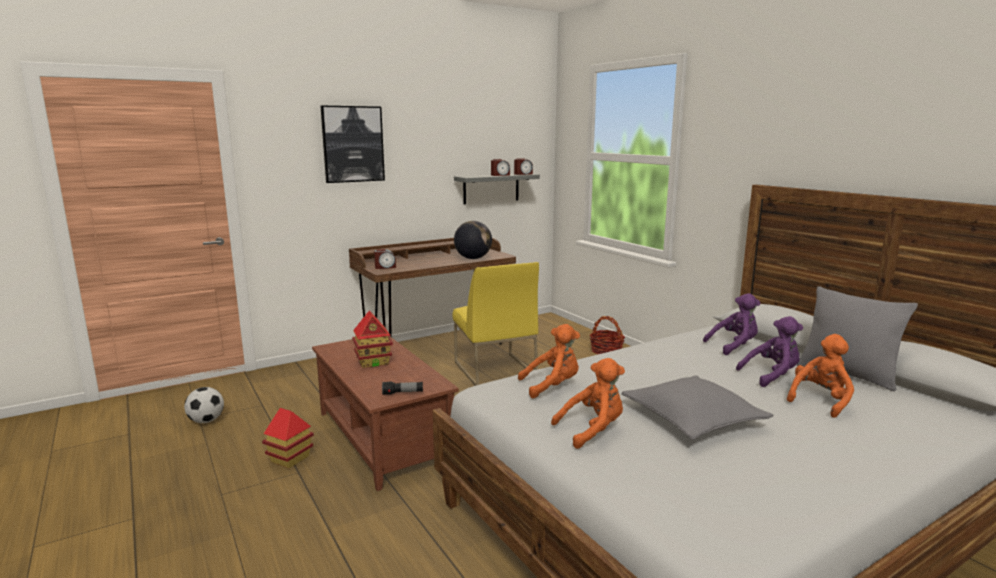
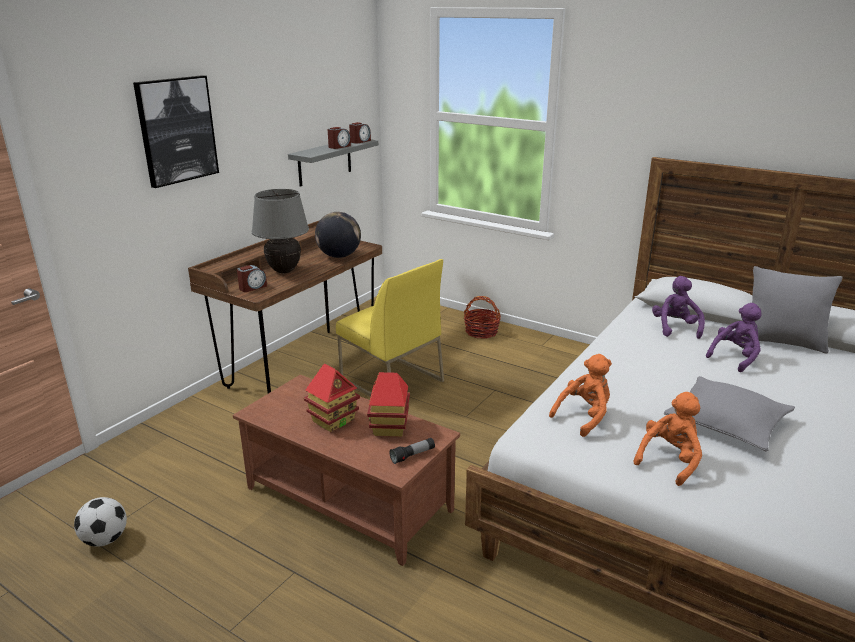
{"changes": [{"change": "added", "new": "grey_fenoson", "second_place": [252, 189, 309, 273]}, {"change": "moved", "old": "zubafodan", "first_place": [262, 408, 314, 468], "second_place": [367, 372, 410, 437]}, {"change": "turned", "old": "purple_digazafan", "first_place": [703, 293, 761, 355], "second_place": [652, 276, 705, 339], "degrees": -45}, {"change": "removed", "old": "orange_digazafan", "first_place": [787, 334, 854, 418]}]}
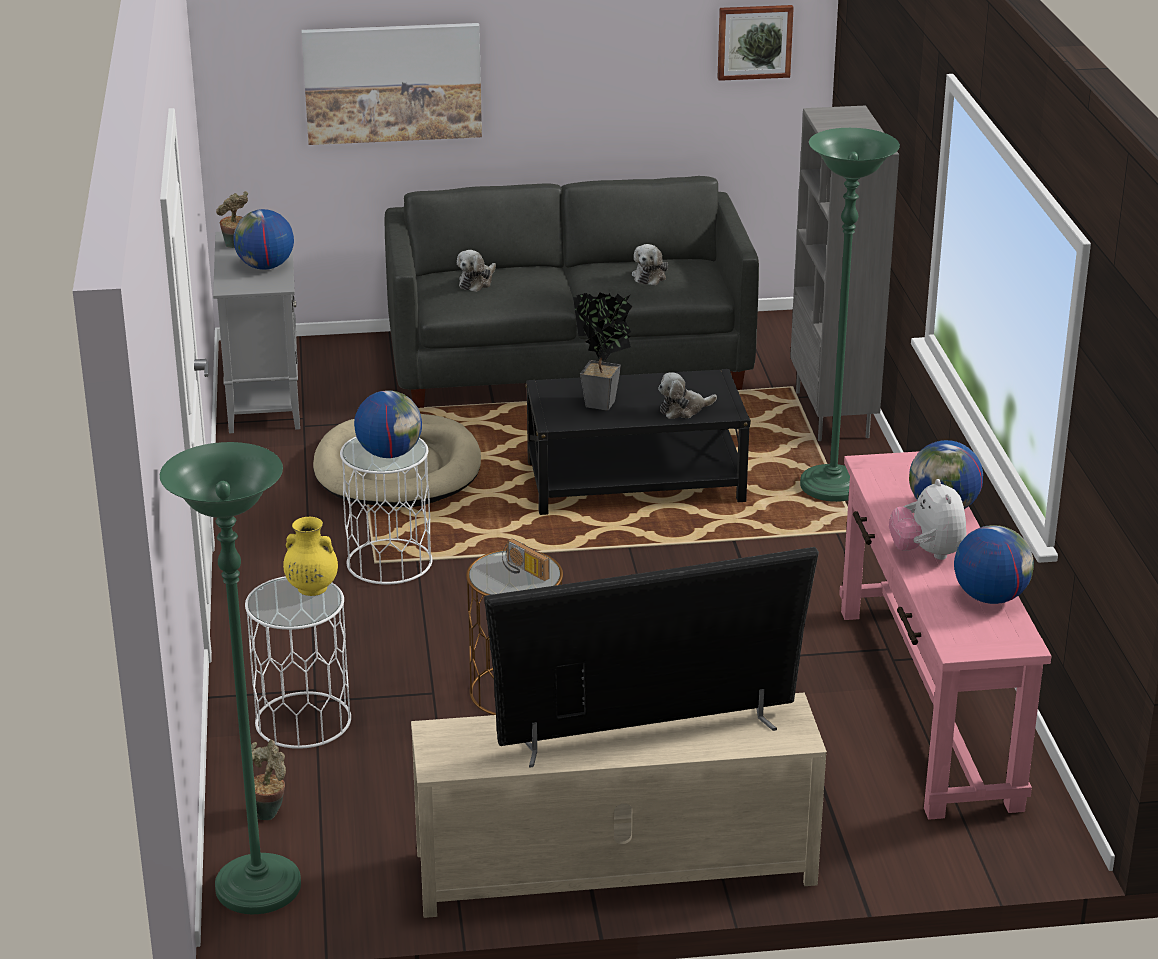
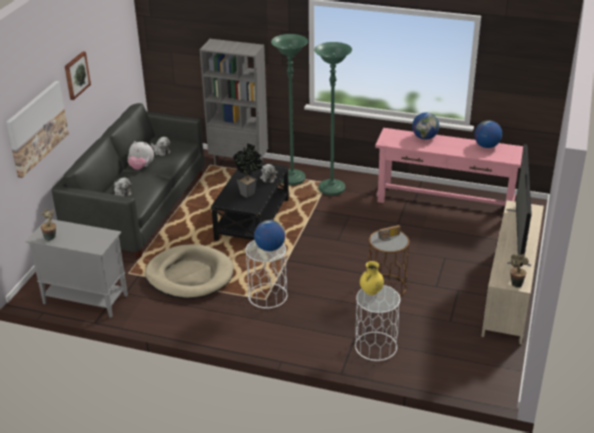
{"changes": [{"change": "moved", "old": "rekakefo", "first_place": [717, 5, 794, 81], "second_place": [65, 51, 91, 100]}, {"change": "moved", "old": "digazafan", "first_place": [889, 479, 966, 560], "second_place": [128, 141, 154, 170]}, {"change": "moved", "old": "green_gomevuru", "first_place": [160, 442, 301, 914], "second_place": [314, 42, 352, 196]}, {"change": "moved", "old": "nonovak", "first_place": [251, 740, 286, 821], "second_place": [510, 254, 529, 288]}, {"change": "removed", "old": "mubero", "first_place": [233, 209, 294, 270]}]}
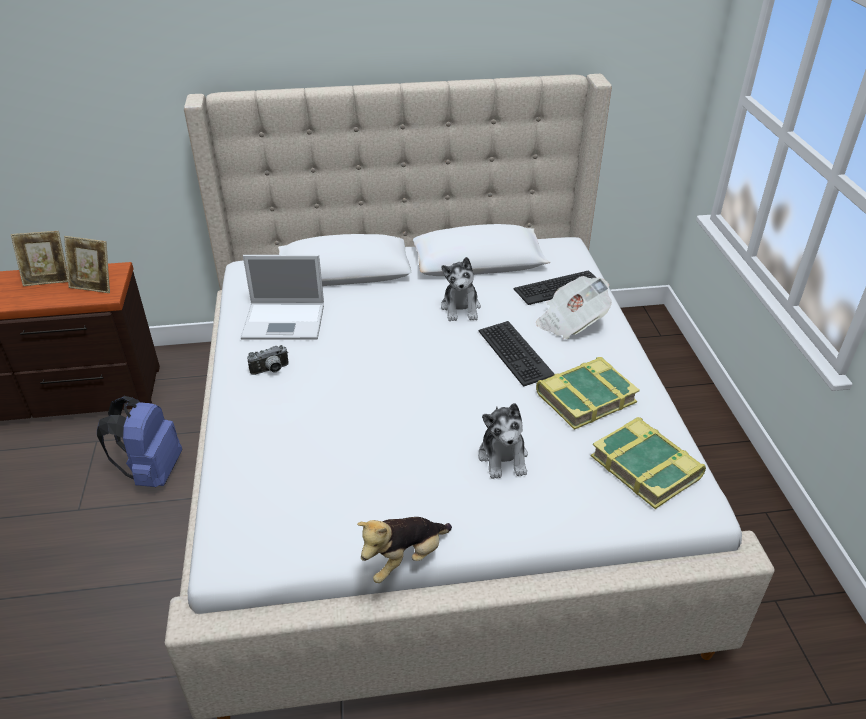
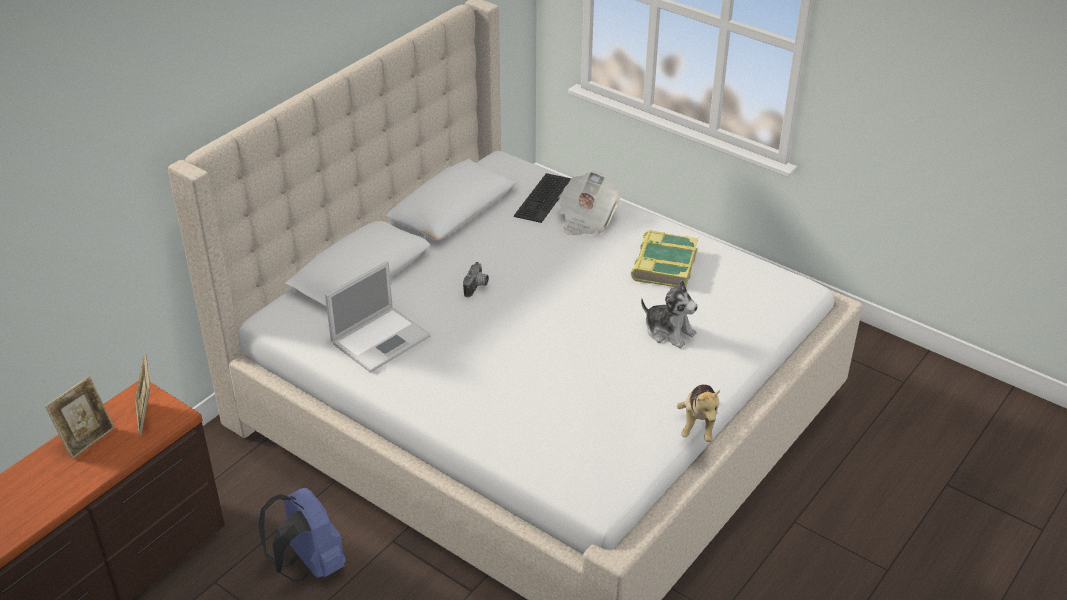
{"changes": [{"change": "turned", "old": "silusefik", "first_place": [64, 236, 110, 293], "second_place": [135, 353, 150, 436], "degrees": 105}, {"change": "moved", "old": "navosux", "first_place": [247, 345, 289, 375], "second_place": [463, 262, 489, 297]}, {"change": "removed", "old": "digazafan", "first_place": [441, 257, 481, 321]}, {"change": "removed", "old": "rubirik", "first_place": [479, 321, 554, 387]}, {"change": "removed", "old": "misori", "first_place": [591, 417, 706, 509]}]}
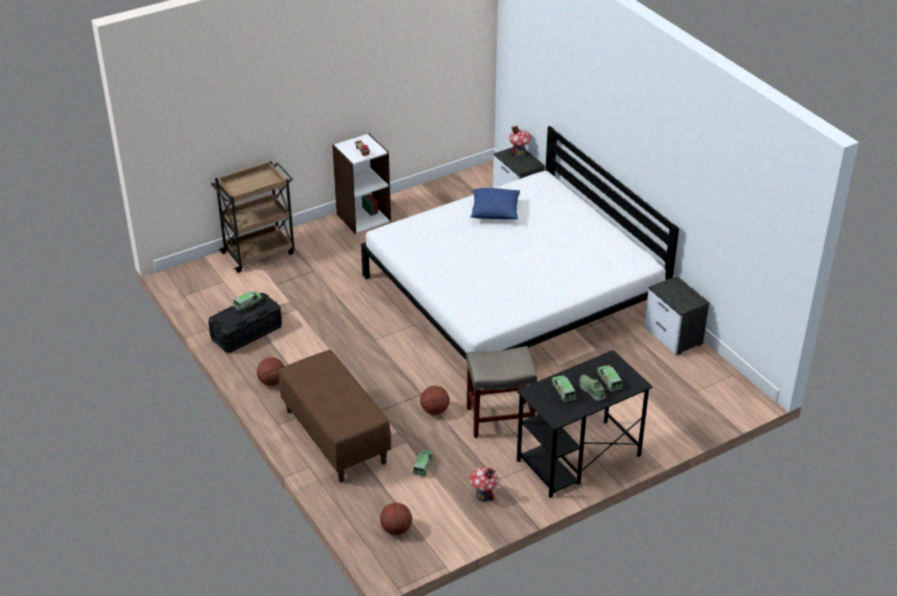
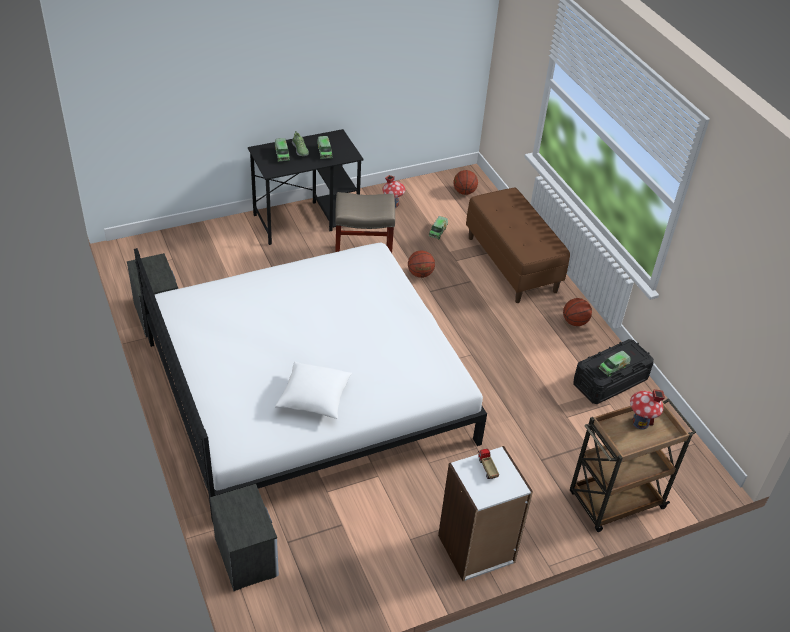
{"changes": [{"change": "recoloured", "old": "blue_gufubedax", "new": "white_gufubedax", "first_place": [470, 188, 520, 220], "second_place": [275, 362, 352, 419]}, {"change": "moved", "old": "zubafodan", "first_place": [509, 126, 532, 157], "second_place": [630, 389, 665, 429]}]}
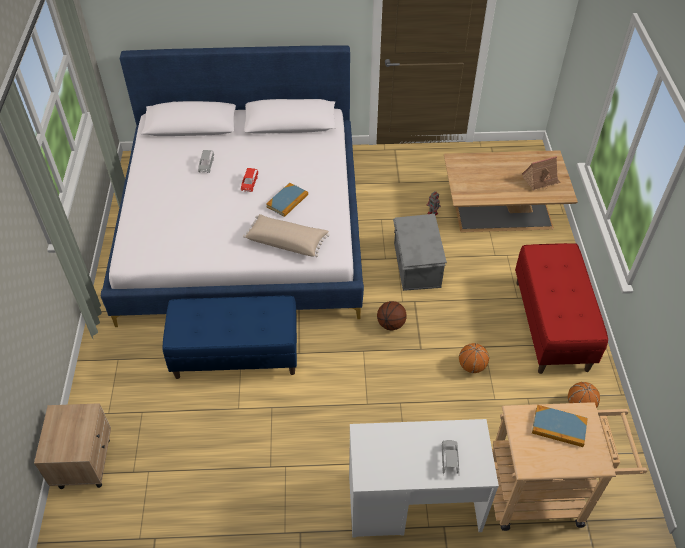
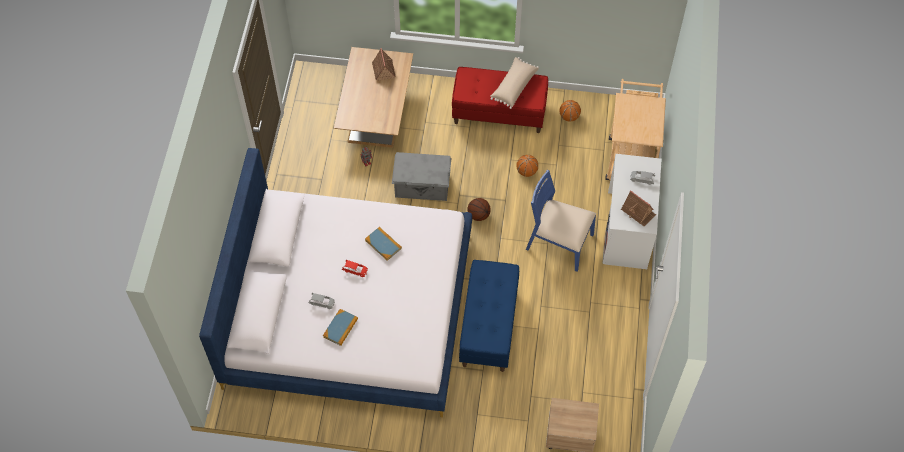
{"changes": [{"change": "moved", "old": "misori", "first_place": [532, 405, 588, 447], "second_place": [323, 309, 358, 346]}, {"change": "moved", "old": "beige_gufubedax", "first_place": [243, 214, 330, 257], "second_place": [490, 57, 539, 109]}, {"change": "added", "new": "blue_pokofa", "second_place": [526, 170, 596, 272]}, {"change": "added", "new": "zubafodan", "second_place": [621, 190, 656, 227]}]}
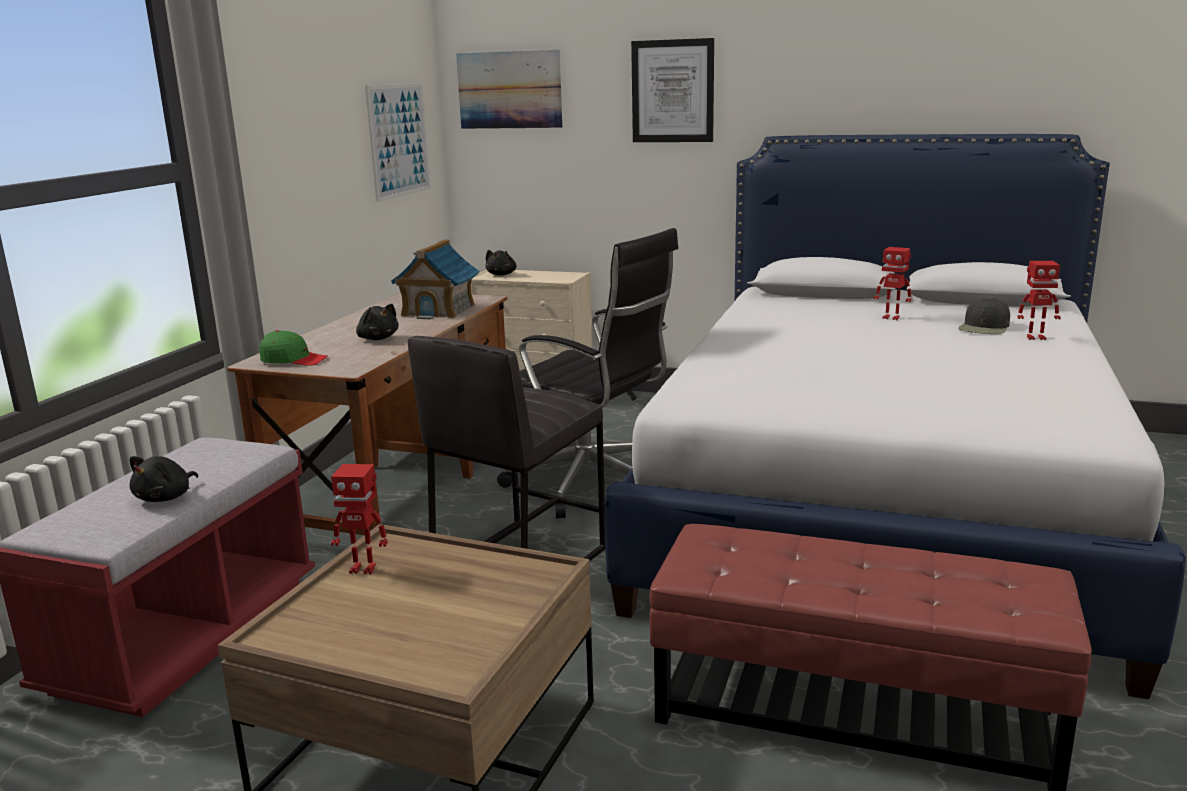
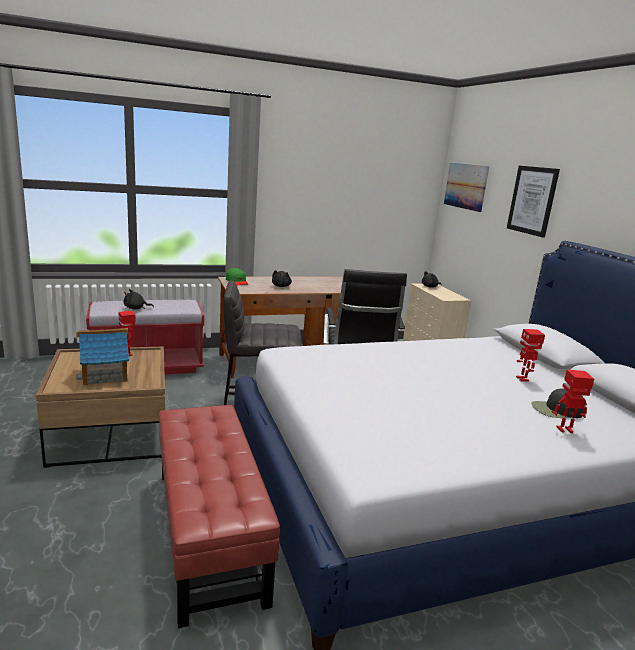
{"changes": [{"change": "moved", "old": "zubafodan", "first_place": [391, 240, 479, 319], "second_place": [76, 328, 129, 386]}, {"change": "turned", "old": "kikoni", "first_place": [1017, 261, 1061, 340], "second_place": [552, 370, 594, 433], "degrees": 120}, {"change": "removed", "old": "rekakefo", "first_place": [365, 83, 431, 202]}]}
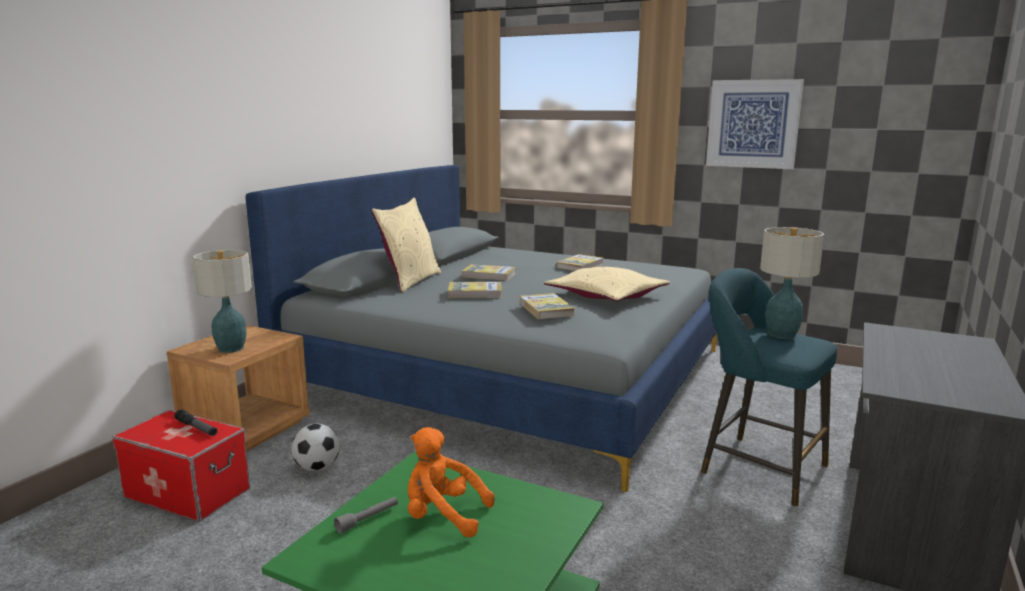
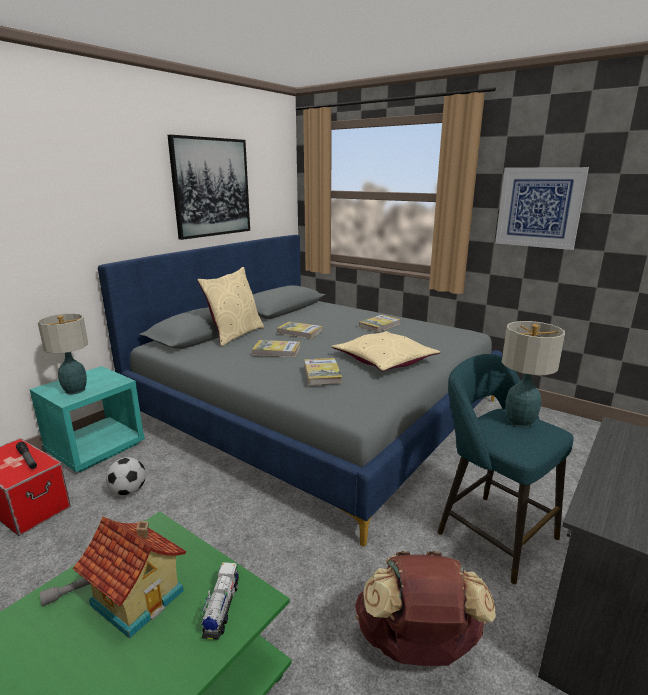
{"changes": [{"change": "recoloured", "old": "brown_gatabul", "new": "turquoise_gatabul", "first_place": [167, 325, 310, 452], "second_place": [30, 366, 145, 472]}, {"change": "replaced", "old": "orange_digazafan", "new": "zubafodan", "first_place": [408, 427, 495, 537], "second_place": [72, 516, 186, 639]}, {"change": "added", "new": "rekakefo", "second_place": [167, 135, 250, 240]}, {"change": "added", "new": "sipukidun", "second_place": [201, 562, 239, 640]}, {"change": "added", "new": "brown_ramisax", "second_place": [355, 551, 496, 666]}]}
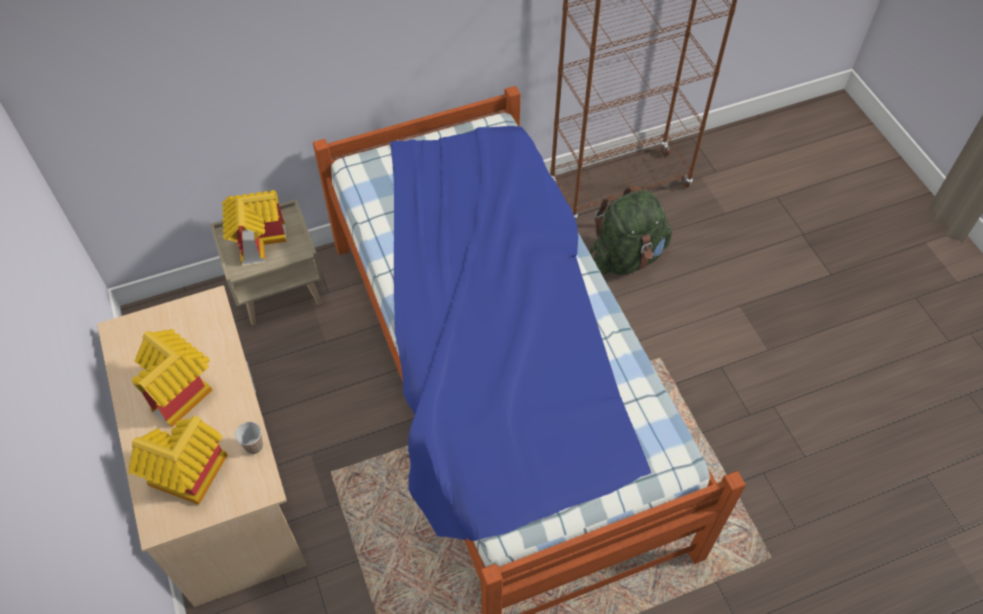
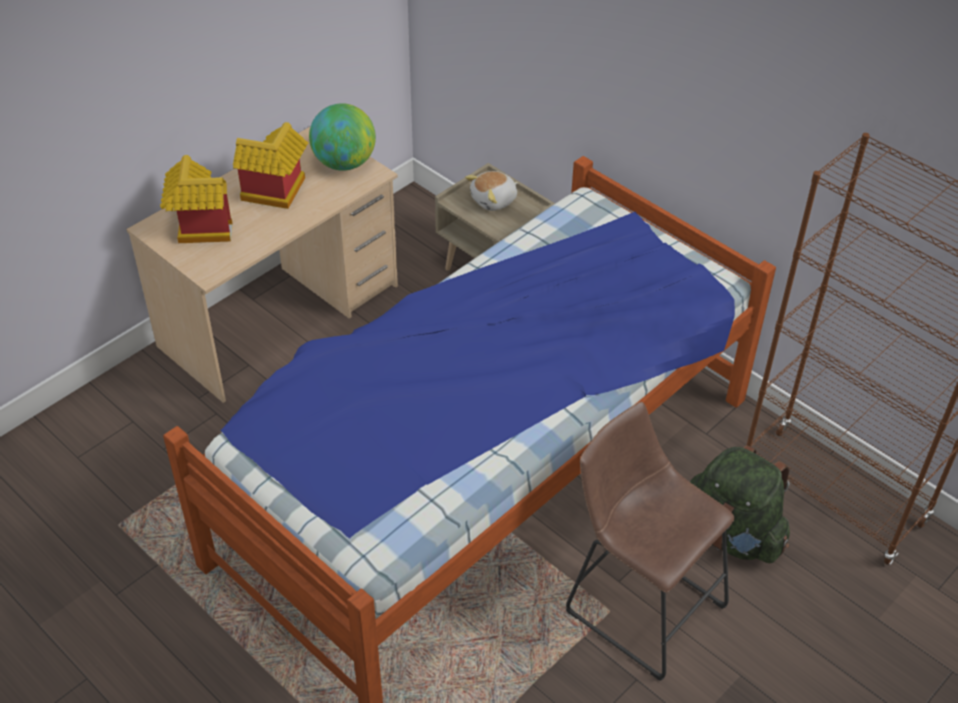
{"changes": [{"change": "added", "new": "mubero", "second_place": [309, 103, 376, 171]}, {"change": "replaced", "old": "zubafodan", "new": "digazafan", "first_place": [222, 190, 287, 266], "second_place": [465, 171, 518, 211]}, {"change": "added", "new": "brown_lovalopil", "second_place": [566, 402, 734, 681]}, {"change": "removed", "old": "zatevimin", "first_place": [235, 422, 263, 454]}]}
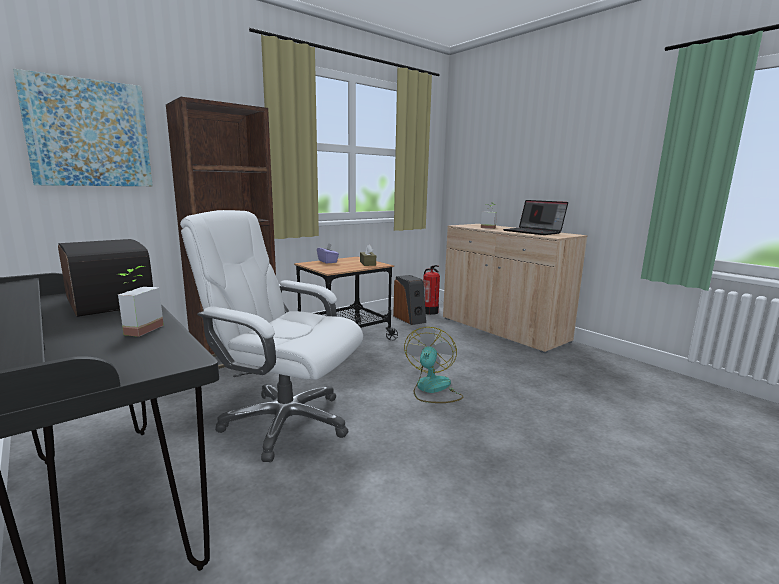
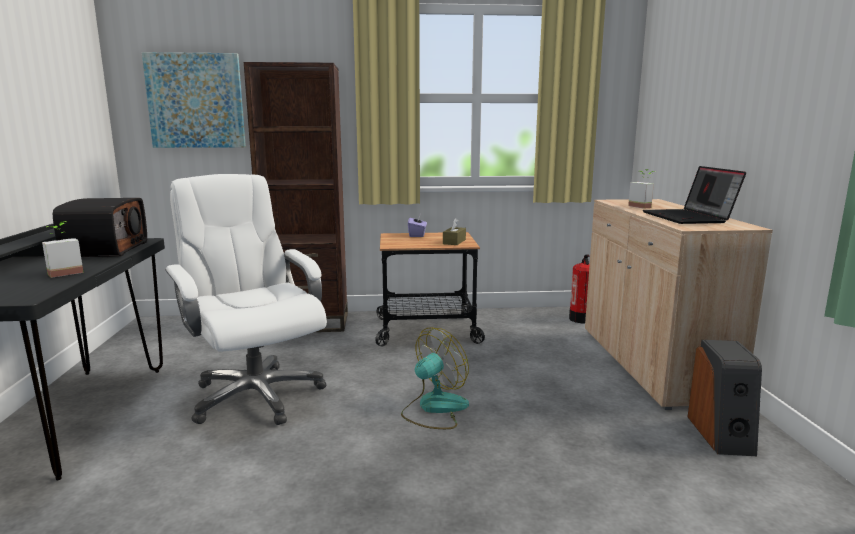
{"changes": [{"change": "moved", "old": "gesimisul", "first_place": [393, 275, 426, 325], "second_place": [687, 340, 762, 456]}]}
